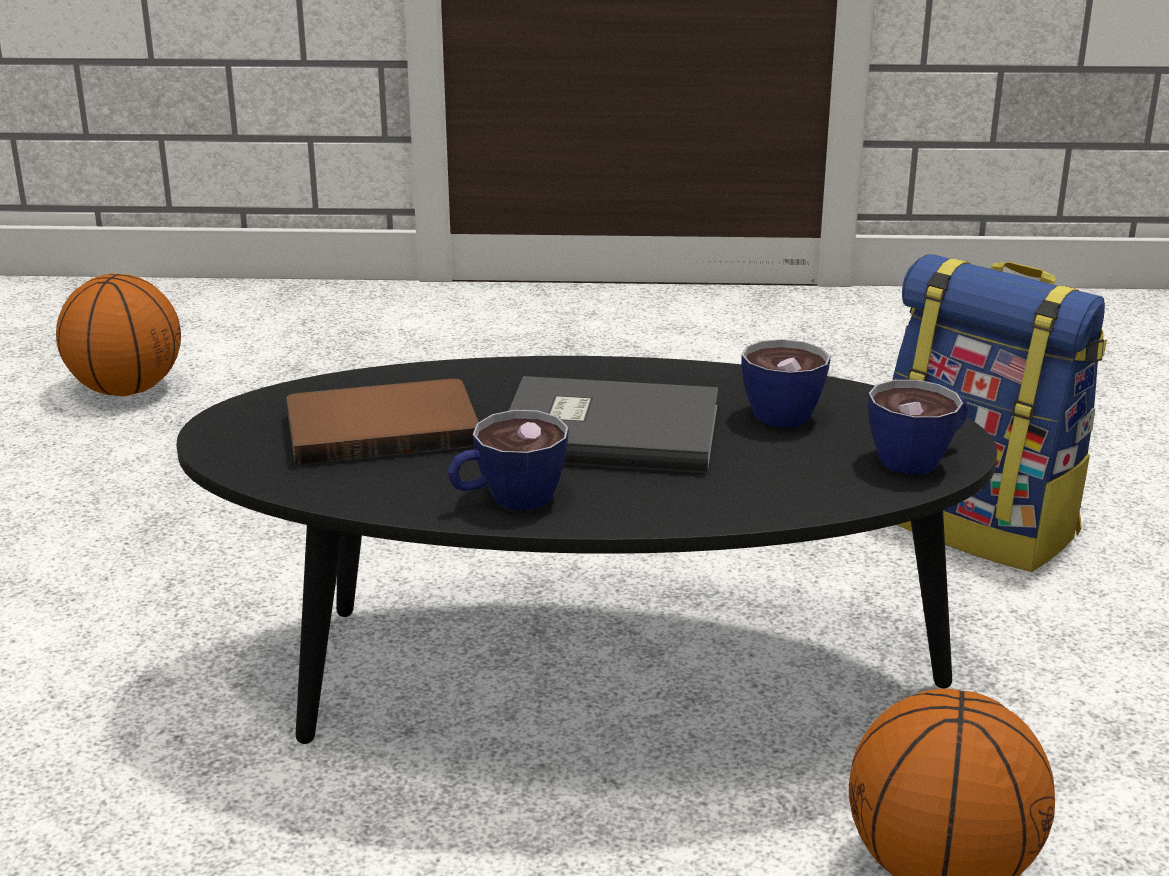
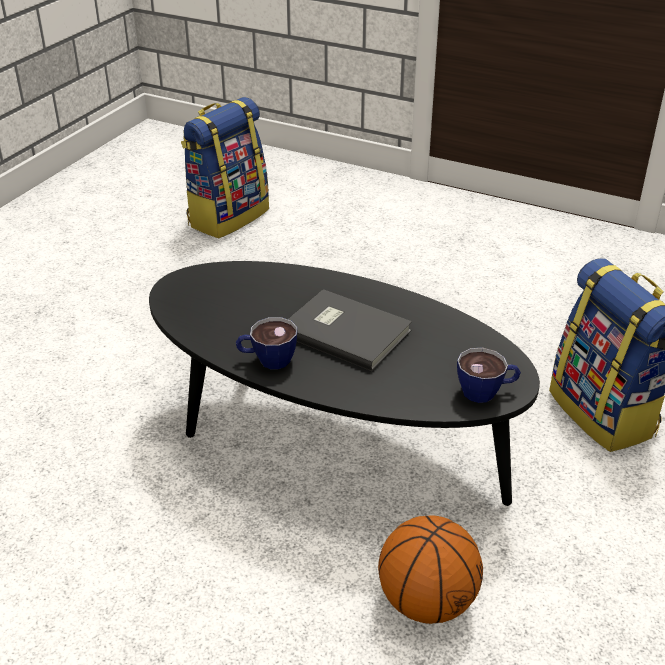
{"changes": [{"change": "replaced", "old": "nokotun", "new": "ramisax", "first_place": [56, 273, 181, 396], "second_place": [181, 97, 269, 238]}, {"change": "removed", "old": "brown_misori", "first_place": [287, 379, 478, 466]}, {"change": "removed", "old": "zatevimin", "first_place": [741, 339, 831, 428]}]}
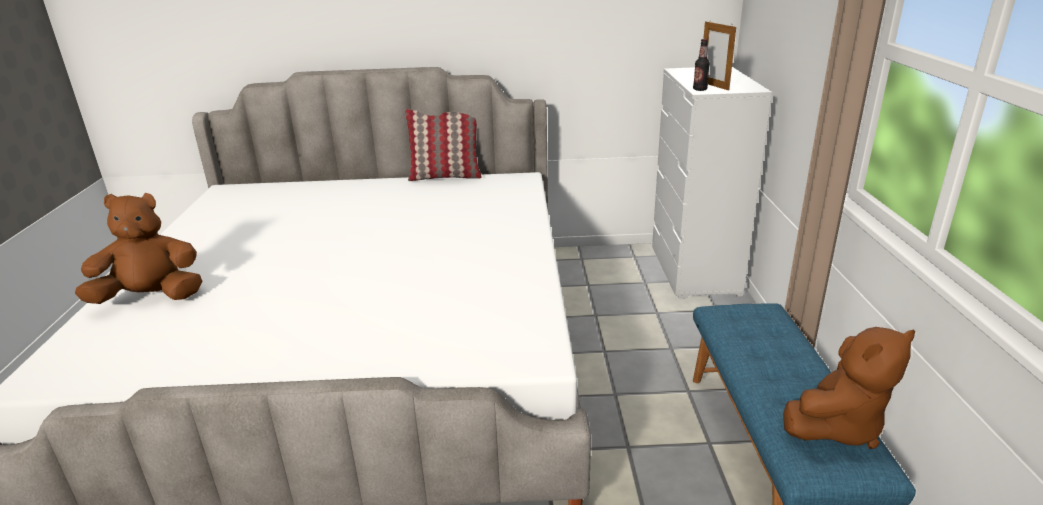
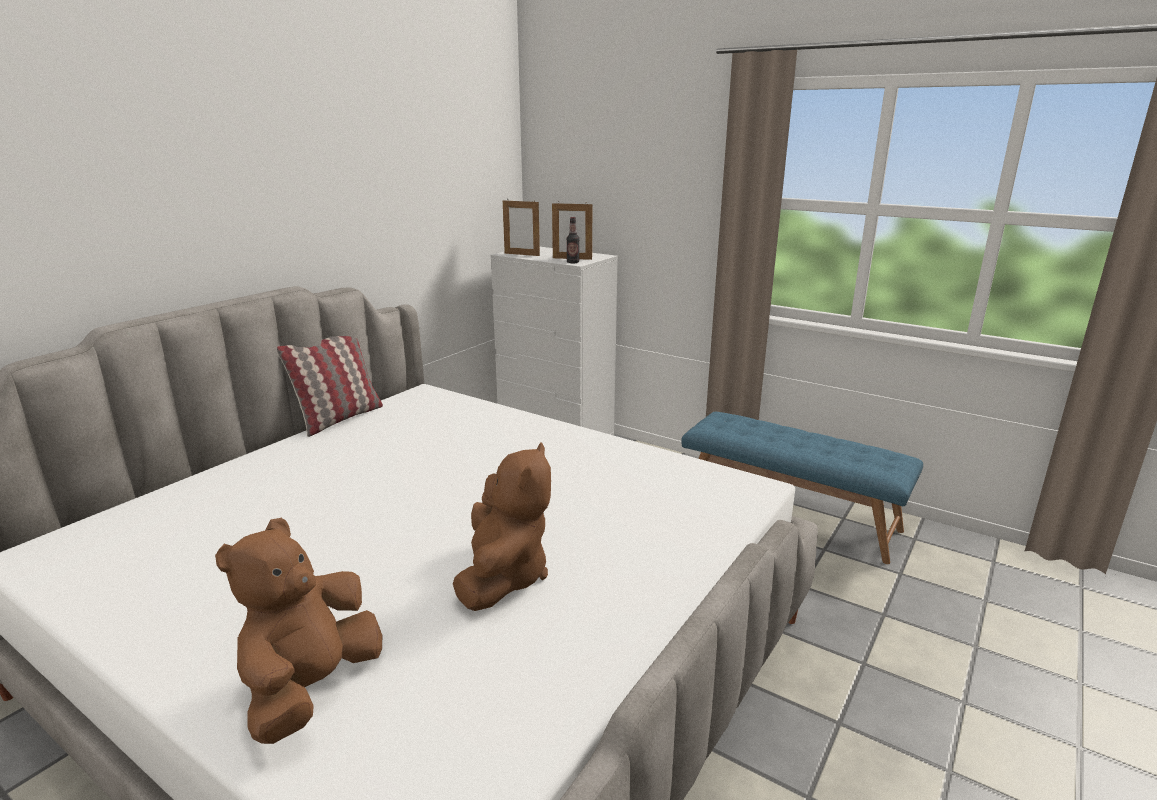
{"changes": [{"change": "moved", "old": "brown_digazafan", "first_place": [783, 327, 915, 449], "second_place": [453, 442, 551, 611]}, {"change": "added", "new": "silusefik", "second_place": [503, 200, 540, 256]}]}
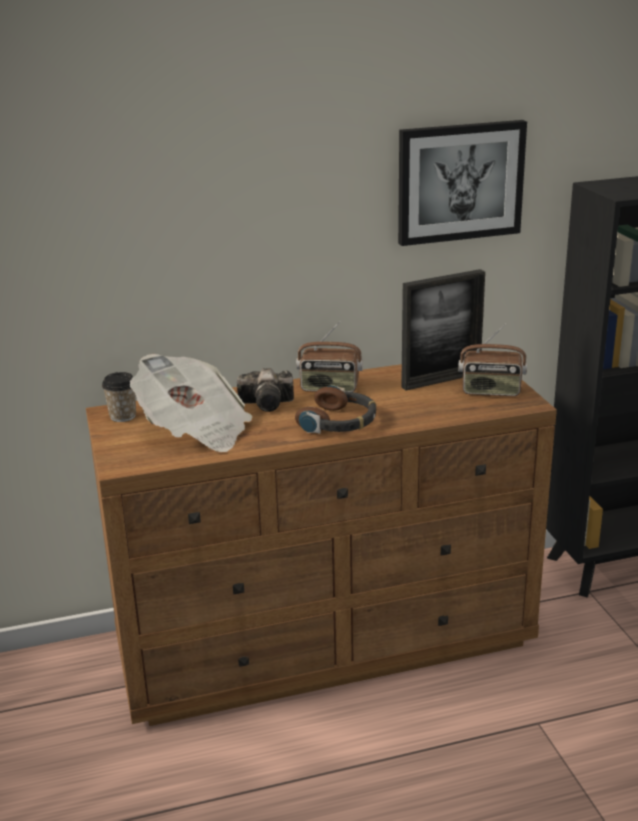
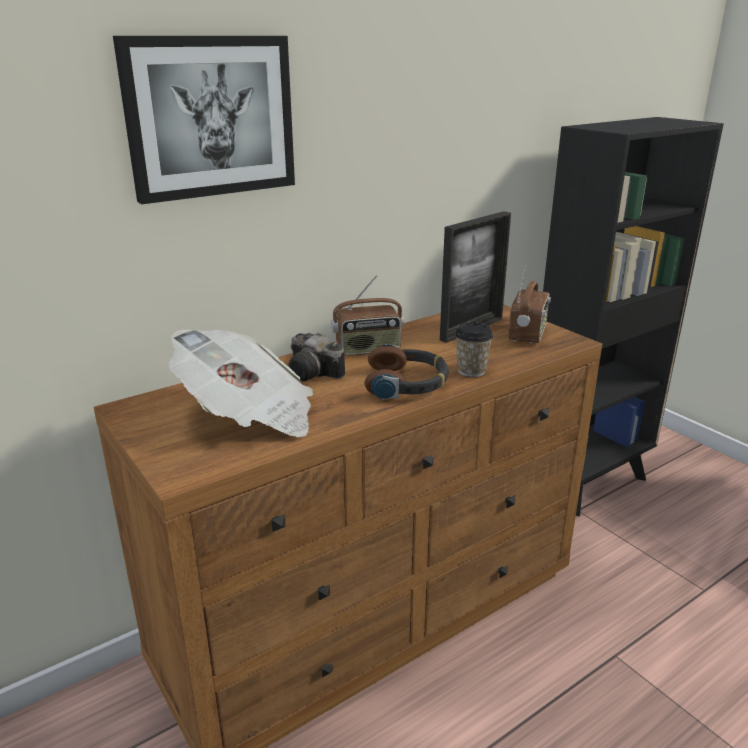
{"changes": [{"change": "moved", "old": "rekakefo", "first_place": [398, 120, 527, 246], "second_place": [113, 36, 295, 204]}, {"change": "turned", "old": "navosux", "first_place": [237, 368, 294, 412], "second_place": [288, 333, 345, 381], "degrees": 60}, {"change": "moved", "old": "zatevimin", "first_place": [102, 372, 136, 422], "second_place": [455, 322, 493, 377]}, {"change": "turned", "old": "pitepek", "first_place": [458, 324, 527, 396], "second_place": [508, 263, 551, 343], "degrees": -60}]}
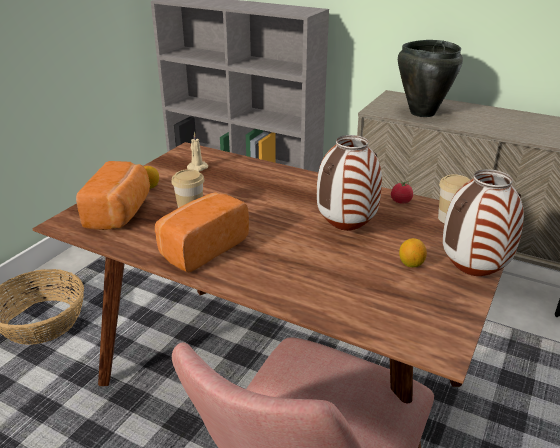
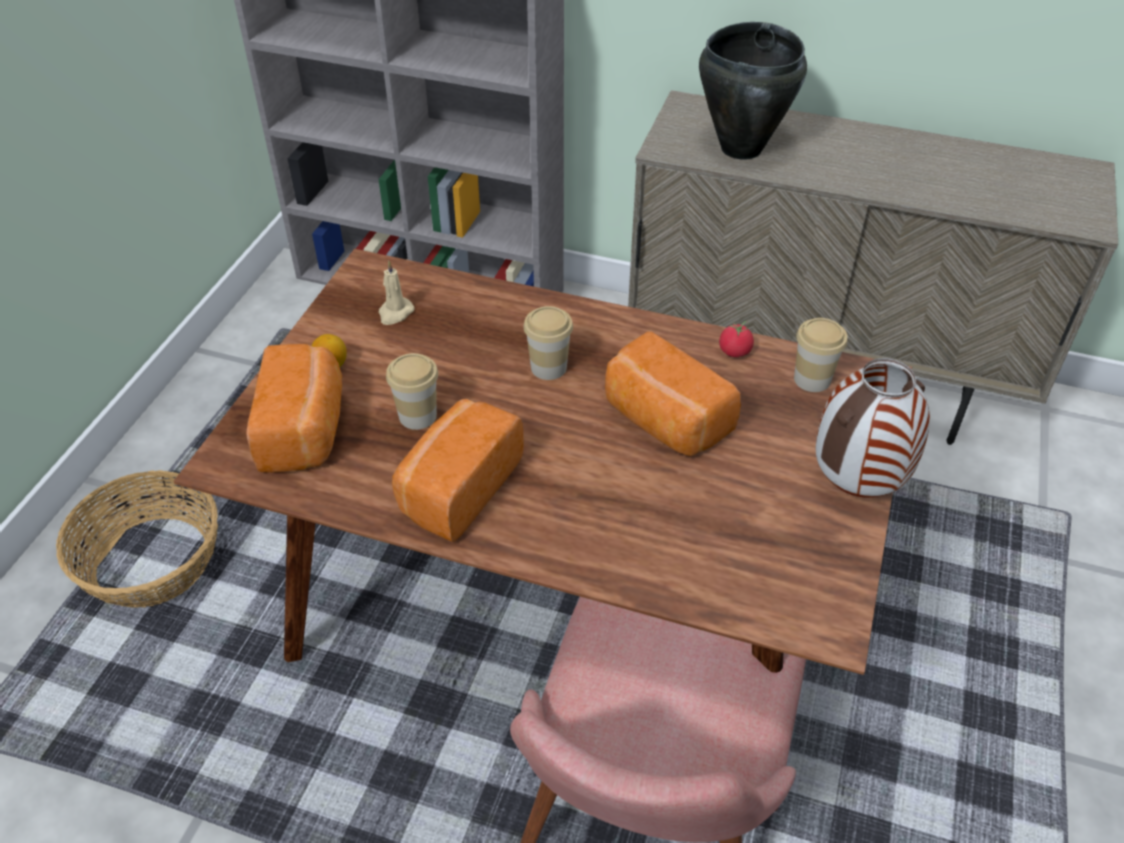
{"changes": [{"change": "added", "new": "zatevimin", "second_place": [523, 306, 573, 380]}, {"change": "replaced", "old": "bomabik", "new": "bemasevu", "first_place": [317, 135, 382, 231], "second_place": [605, 331, 741, 456]}, {"change": "removed", "old": "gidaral", "first_place": [399, 238, 427, 267]}]}
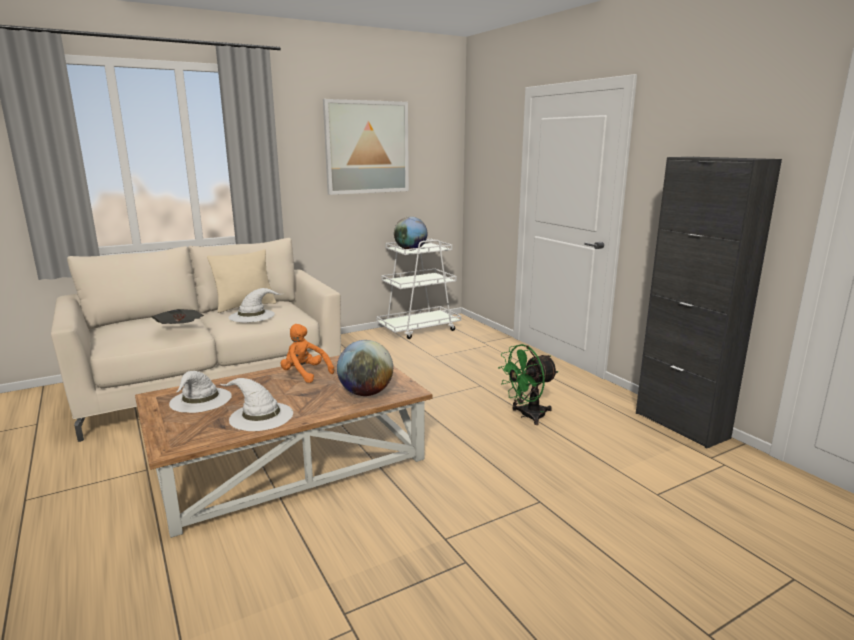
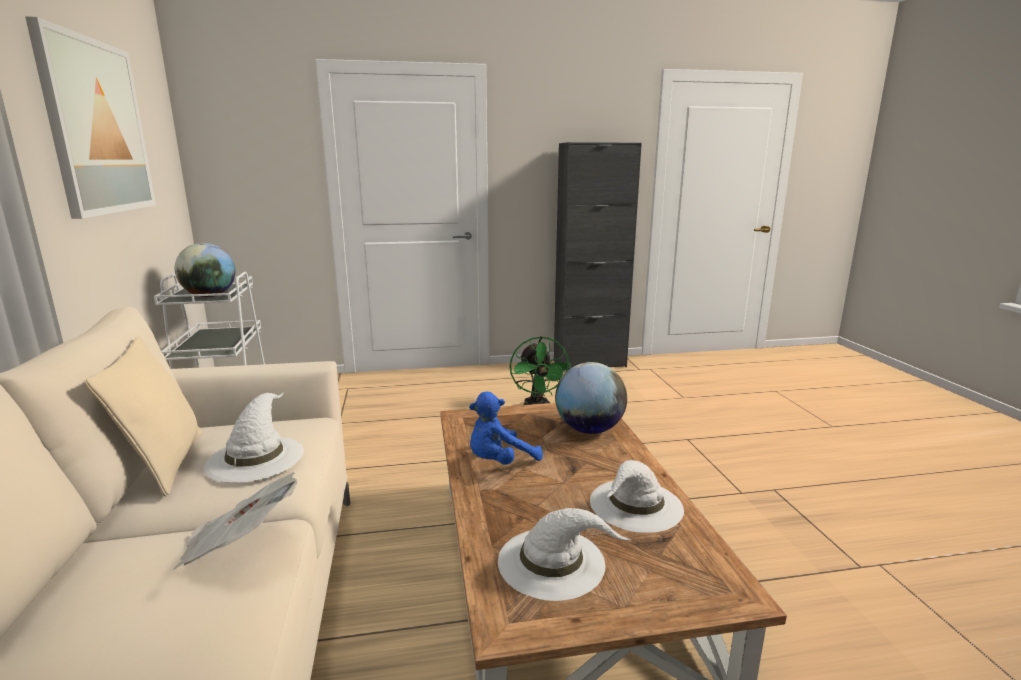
{"changes": [{"change": "recoloured", "old": "orange_digazafan", "new": "blue_digazafan", "first_place": [280, 324, 334, 383], "second_place": [469, 392, 543, 465]}]}
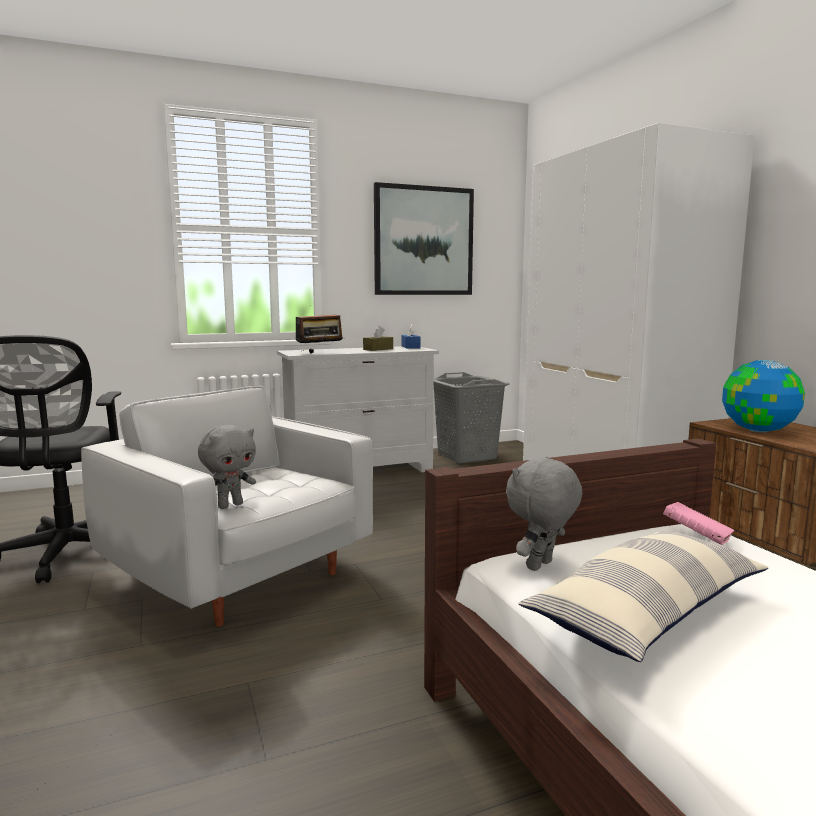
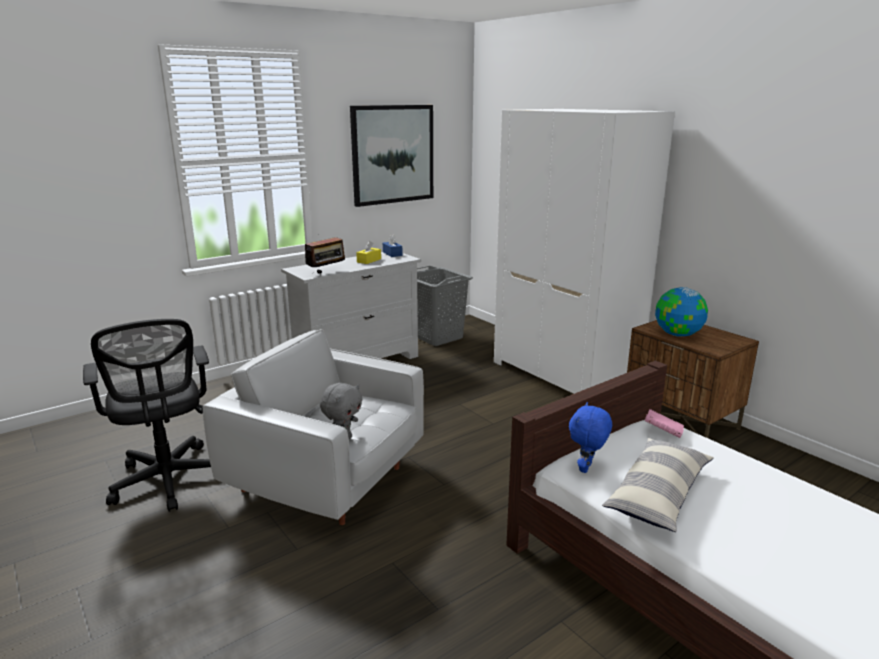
{"changes": [{"change": "recoloured", "old": "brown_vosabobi", "new": "yellow_vosabobi", "first_place": [363, 326, 393, 351], "second_place": [356, 241, 381, 264]}, {"change": "recoloured", "old": "grey_digazafan", "new": "blue_digazafan", "first_place": [506, 457, 583, 571], "second_place": [569, 402, 612, 473]}]}
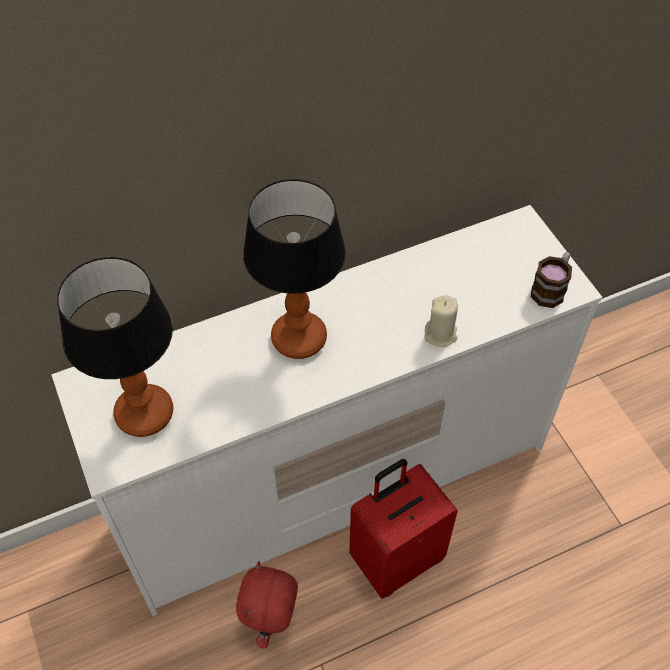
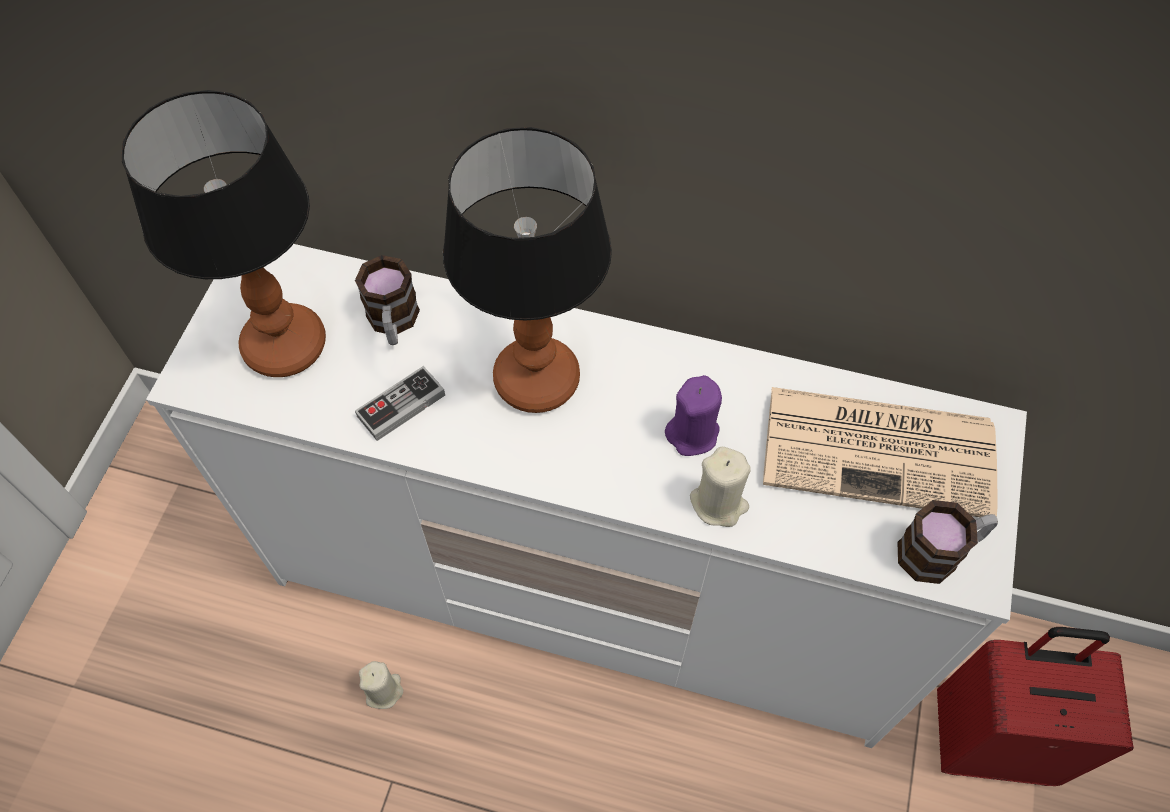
{"changes": [{"change": "added", "new": "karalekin", "second_place": [355, 255, 420, 345]}, {"change": "added", "new": "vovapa", "second_place": [355, 366, 445, 441]}, {"change": "replaced", "old": "red_digazafan", "new": "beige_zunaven", "first_place": [236, 561, 298, 649], "second_place": [359, 661, 403, 709]}, {"change": "added", "new": "purple_zunaven", "second_place": [665, 375, 722, 456]}, {"change": "added", "new": "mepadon", "second_place": [763, 387, 998, 517]}, {"change": "moved", "old": "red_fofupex", "first_place": [349, 459, 458, 599], "second_place": [937, 627, 1134, 786]}]}
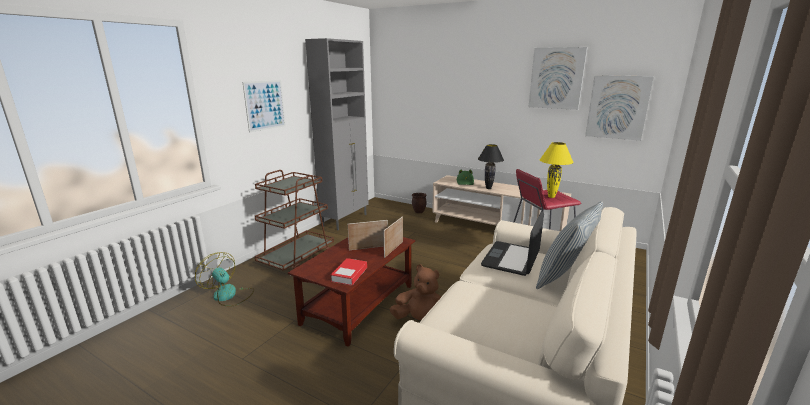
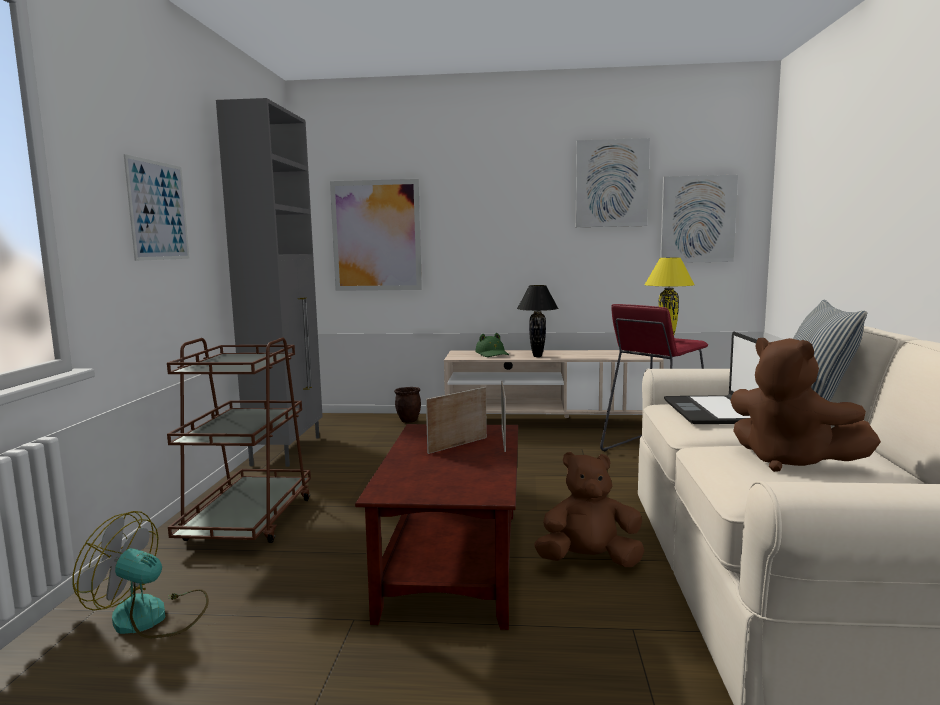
{"changes": [{"change": "added", "new": "rekakefo", "second_place": [330, 179, 422, 291]}, {"change": "added", "new": "brown_digazafan", "second_place": [730, 338, 881, 472]}, {"change": "removed", "old": "misori", "first_place": [331, 258, 367, 286]}]}
